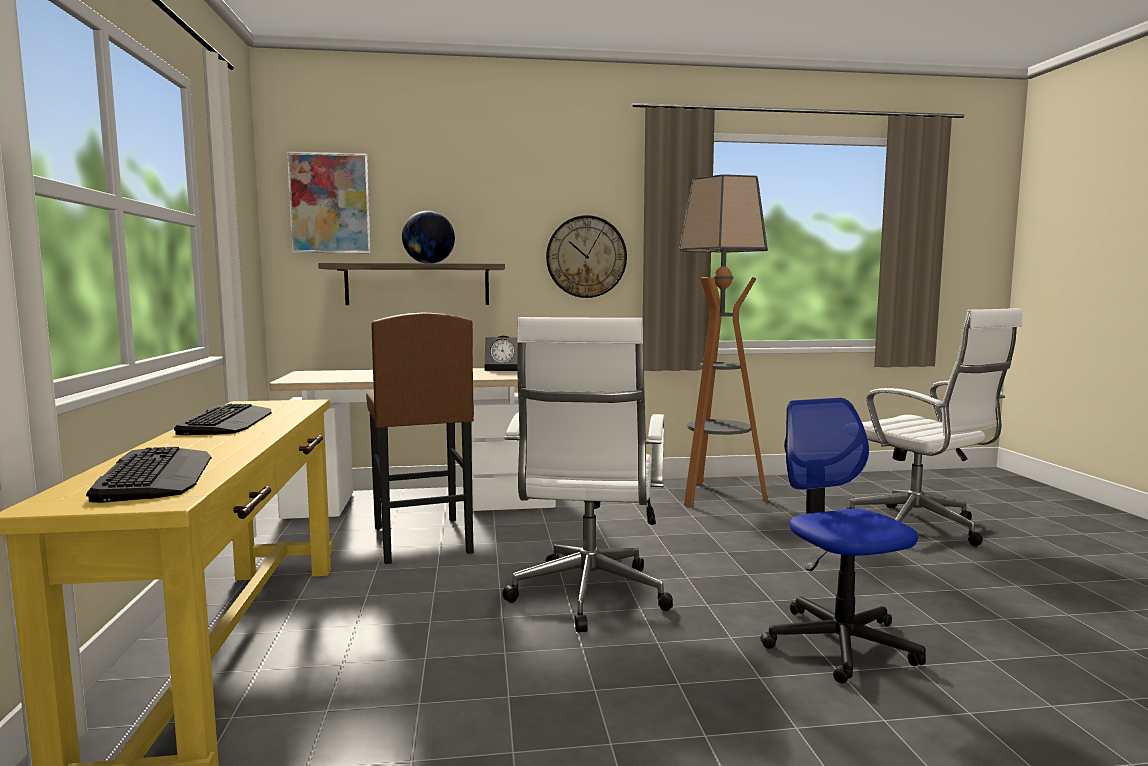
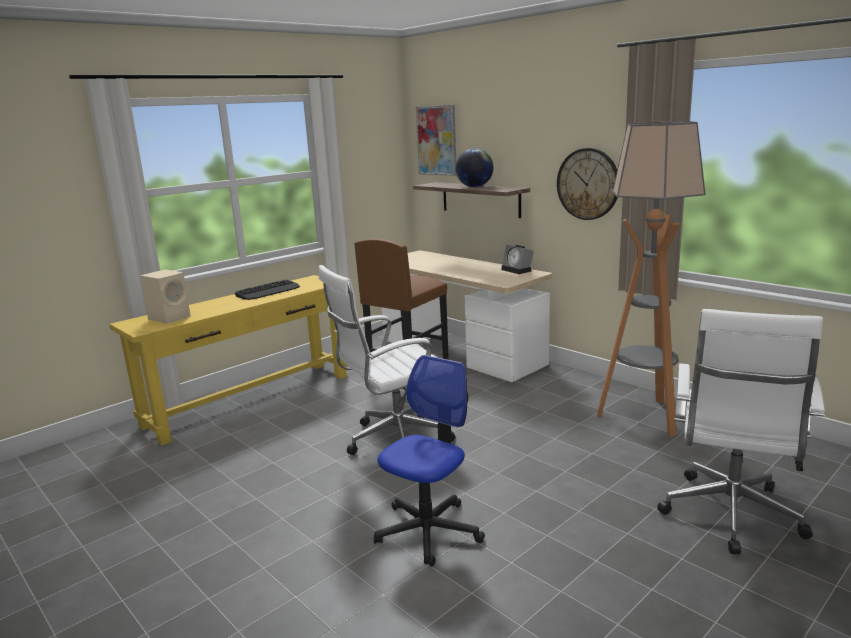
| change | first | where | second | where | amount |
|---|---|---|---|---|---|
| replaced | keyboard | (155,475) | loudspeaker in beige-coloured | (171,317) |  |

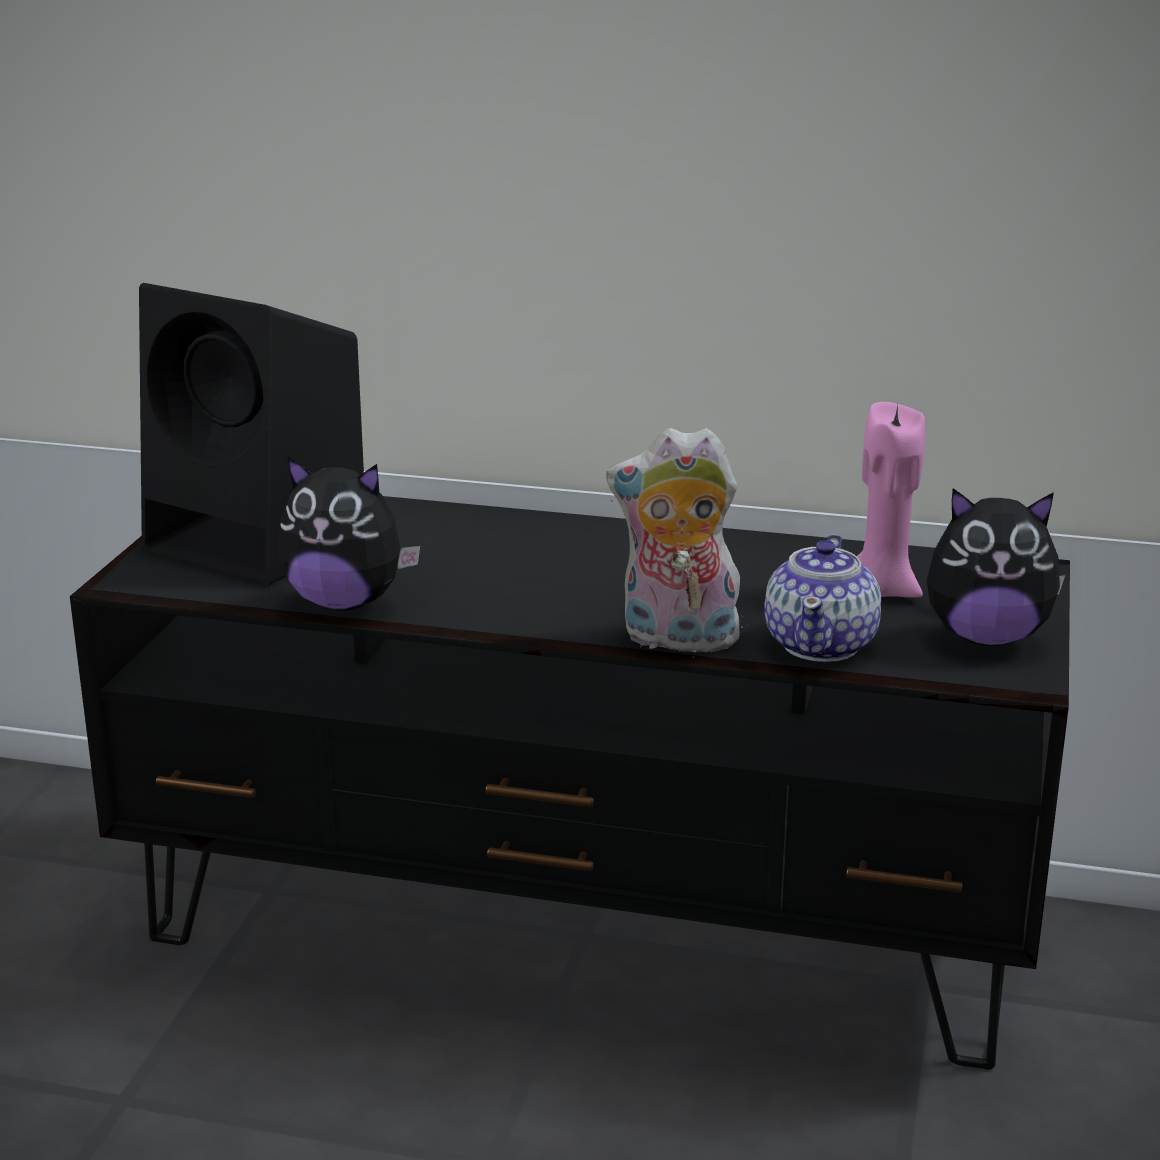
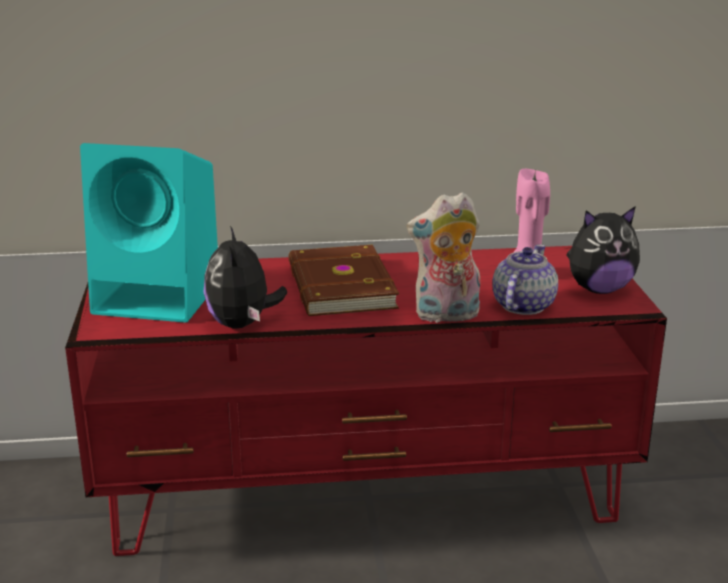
| change | first | where | second | where | amount |
|---|---|---|---|---|---|
| recoloured | tv unit in blackish | (582,930) | tv unit in red | (365,494) |  |
| recoloured | loudspeaker in blackish | (262,543) | loudspeaker in turquoise-coloured | (161,297) |  |
| turned | plush toy | (345,602) |  | (242,324) | 90 degrees clockwise |
| turned | teapot | (822,644) |  | (522,306) | 150 degrees counterclockwise |
| added |  |  | bound book in brown | (338,287) |  |

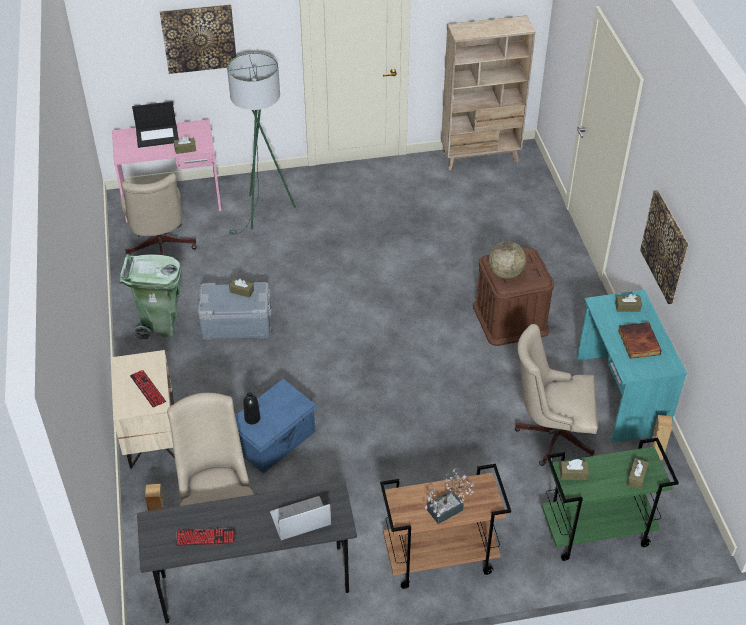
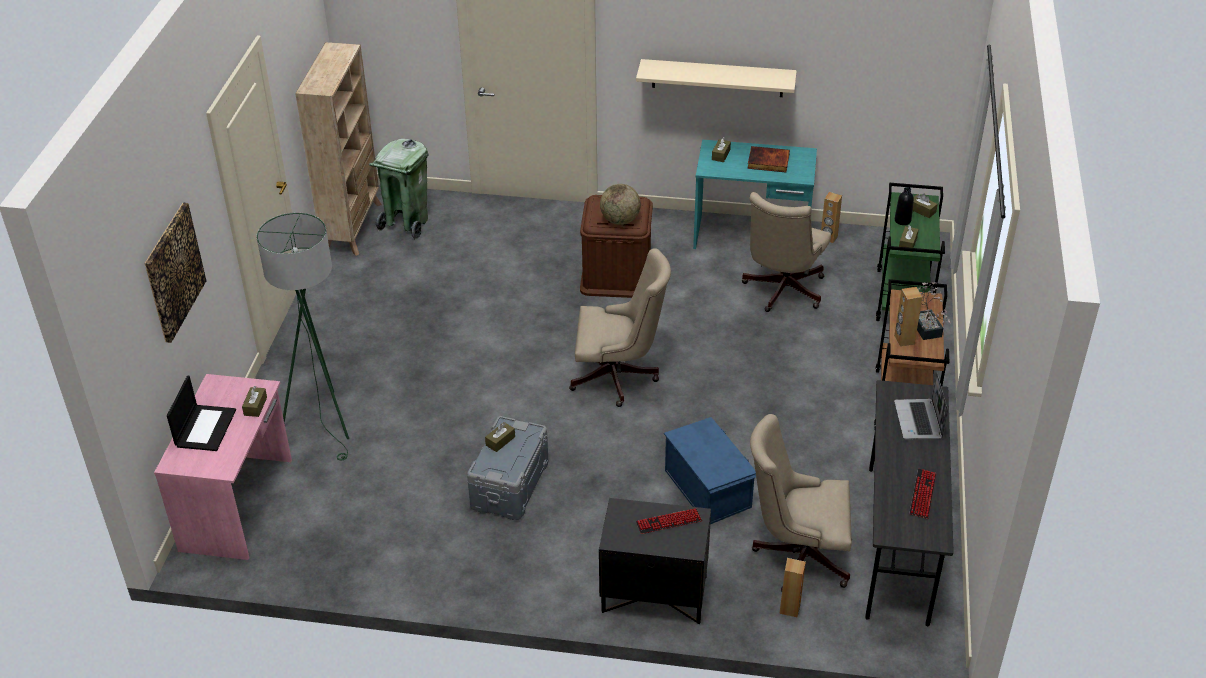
| change | first | where | second | where | amount |
|---|---|---|---|---|---|
| recoloured | nightstand in beige-coloured | (151,434) | nightstand in blackish | (653,595) |  |
| moved | rubbish bin in green-coloured | (160,324) |  | (406,223) |  |
| moved | office chair in beige-coloured | (160,249) |  | (619,377) |  |
| moved | beverage bottle in blackish | (252,418) |  | (902,220) |  |
| replaced | wall picture | (665,246) | wall shelf in beige-coloured | (717,78) |  |
| added |  |  | loudspeaker in brown | (904,339) |  |

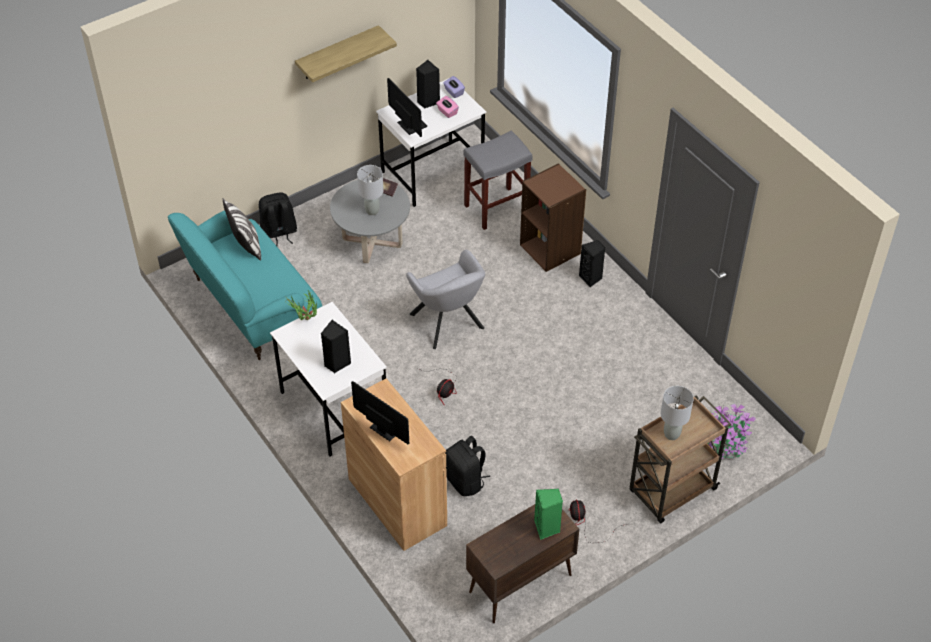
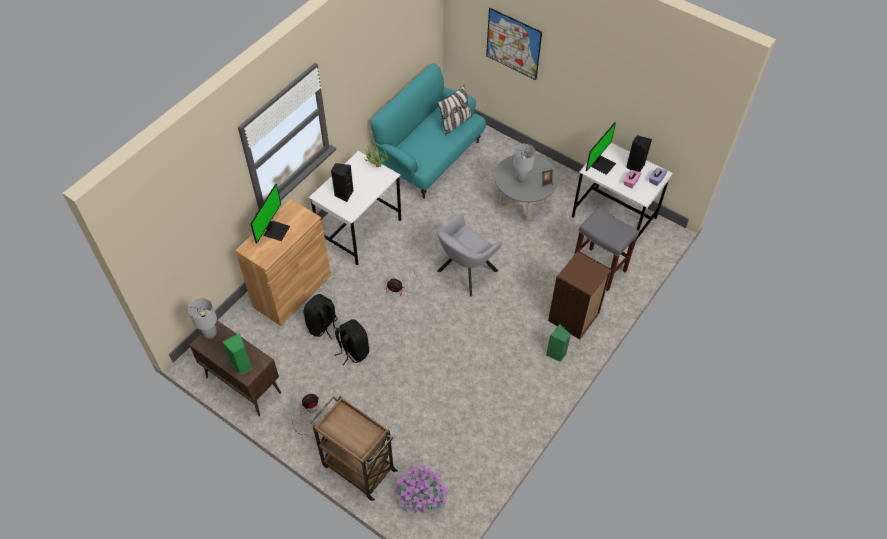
| change | first | where | second | where | amount |
|---|---|---|---|---|---|
| moved | knapsack in blackish | (279,233) |  | (353,351) |  |
| removed | wall shelf | (338,53) |  |  |  |
| recoloured | loudspeaker in blackish | (591,278) | loudspeaker in green-coloured | (556,354) |  |
| moved | table lamp in greyish | (671,435) |  | (210,334) |  |
| added |  |  | wall picture | (513,44) |  |

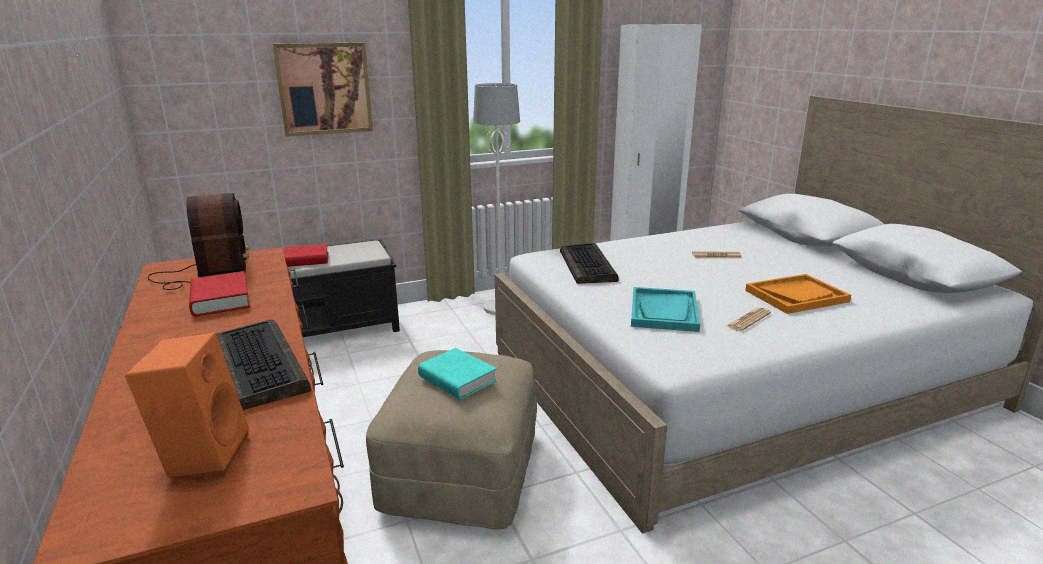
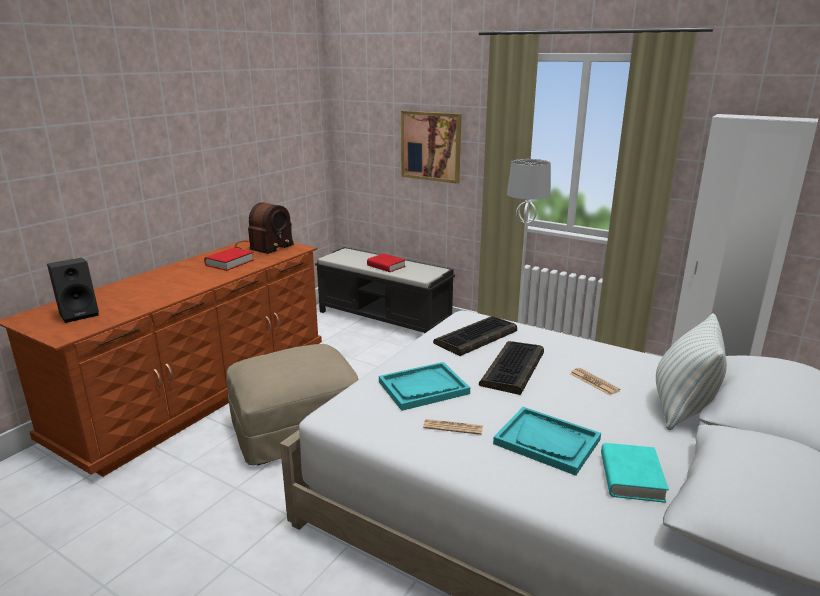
| change | first | where | second | where | amount |
|---|---|---|---|---|---|
| recoloured | loudspeaker in orange-coloured | (202,455) | loudspeaker in blackish | (80,314) |  |
| moved | keyboard | (260,366) |  | (513,369) |  |
| moved | bound book in turquoise-coloured | (457,379) |  | (631,477) |  |
| recoloured | tray in orange-coloured | (796,296) | tray in turquoise-coloured | (547,442) |  |
| added |  |  | cushion | (682,408) |  |

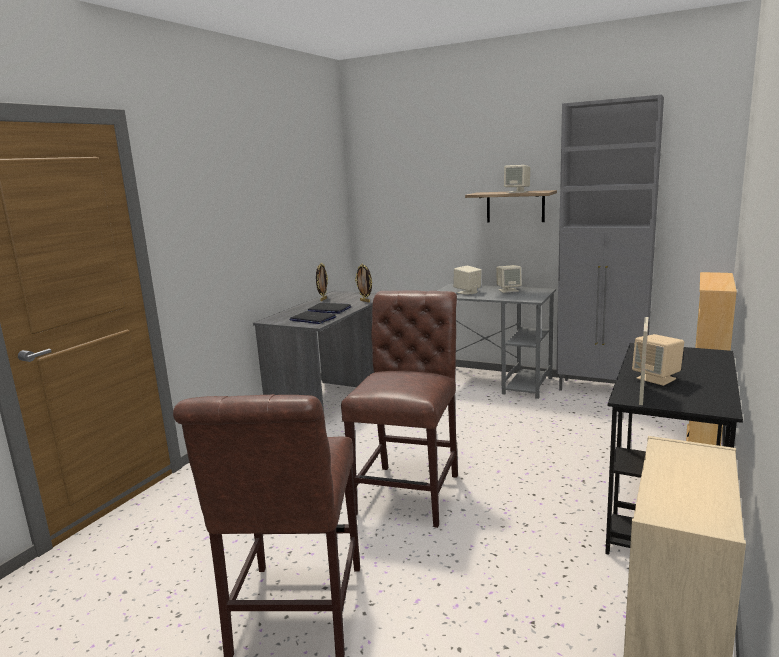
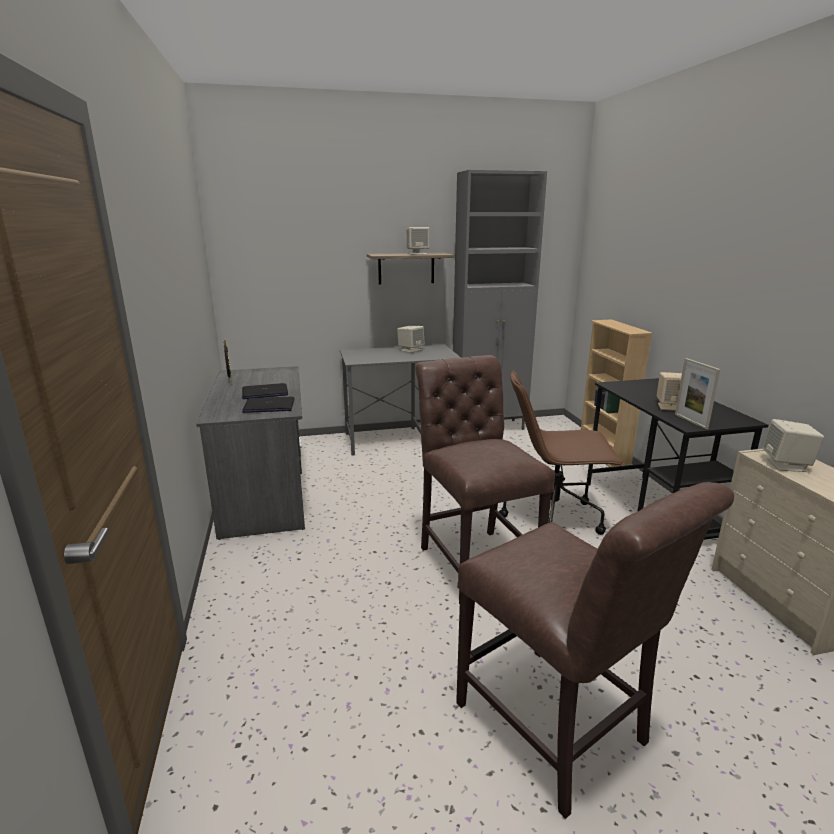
| change | first | where | second | where | amount |
|---|---|---|---|---|---|
| removed | standing frame | (365,301) |  |  |  |
| moved | loudspeaker in beige-coloured | (467,292) |  | (786,465) |  |
| added |  |  | office chair in brown | (554,517) |  |

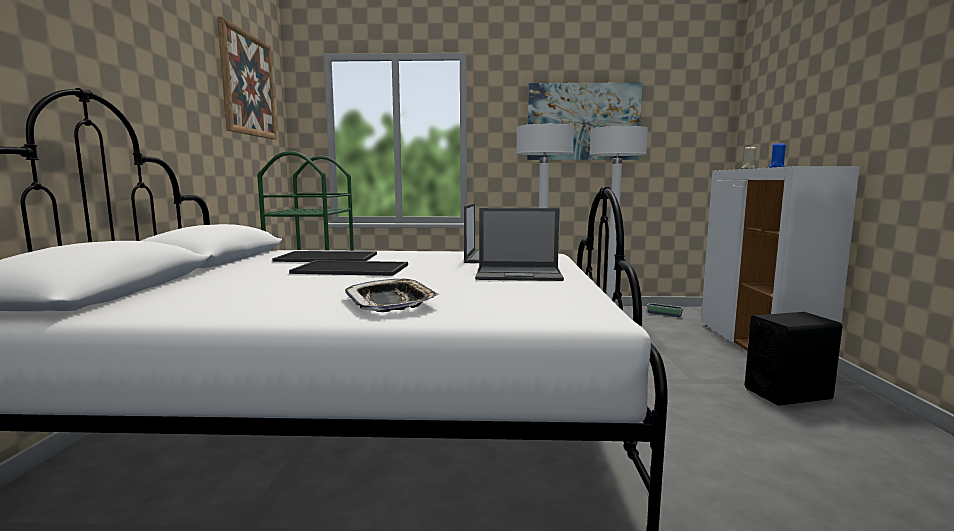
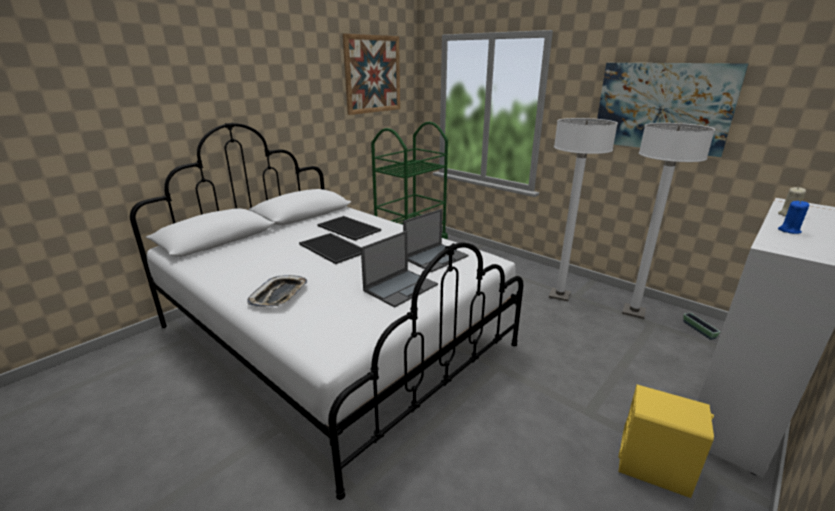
| change | first | where | second | where | amount |
|---|---|---|---|---|---|
| turned | portable computer | (520,274) |  | (401,287) | 90 degrees counterclockwise |
| recoloured | loudspeaker in blackish | (787,393) | loudspeaker in yellow | (654,468) |  |

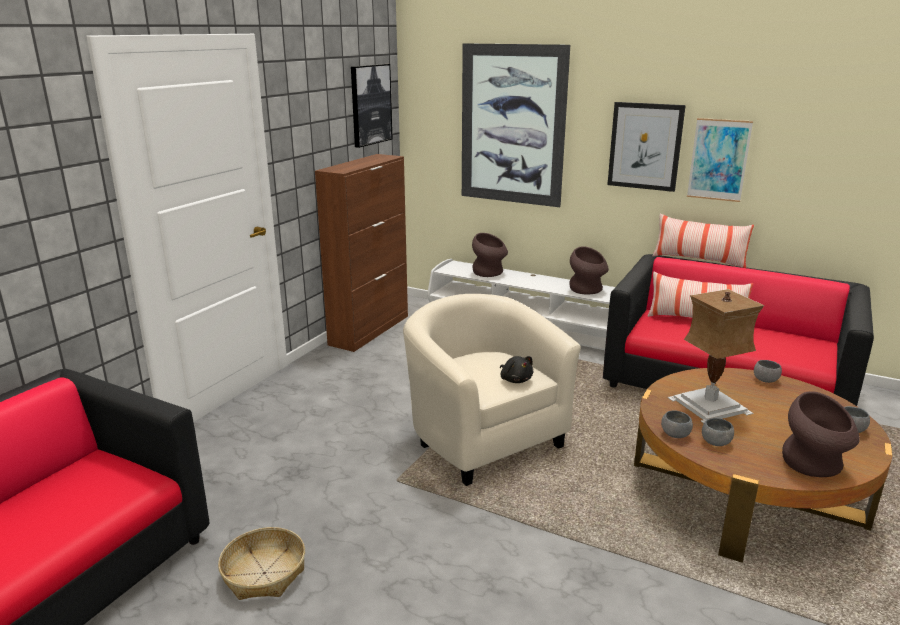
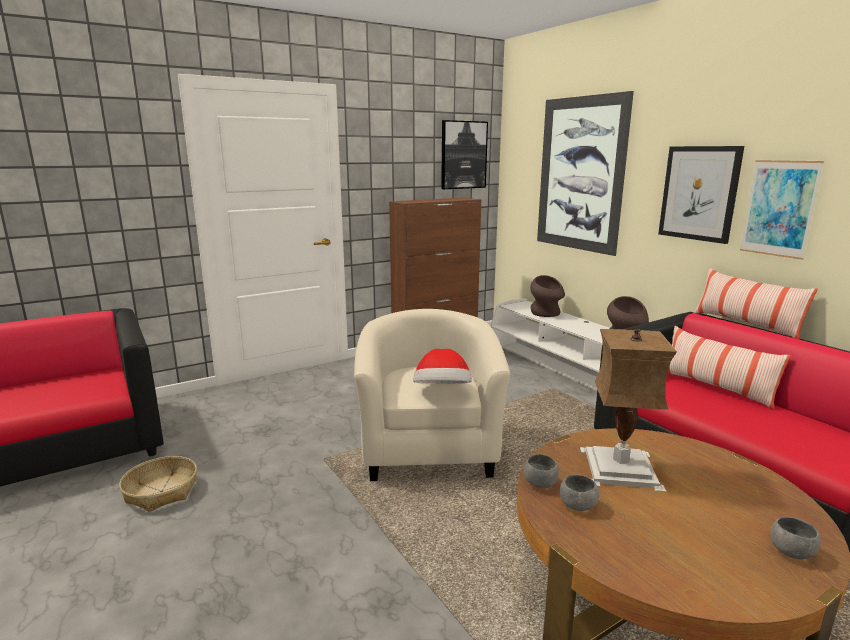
| change | first | where | second | where | amount |
|---|---|---|---|---|---|
| replaced | plush toy in blackish | (515,380) | clothing hat | (442,393) |  |
| removed | serving bowl in greyish | (765,380) |  |  |  |
| removed | vase in brown | (813,466) |  |  |  |

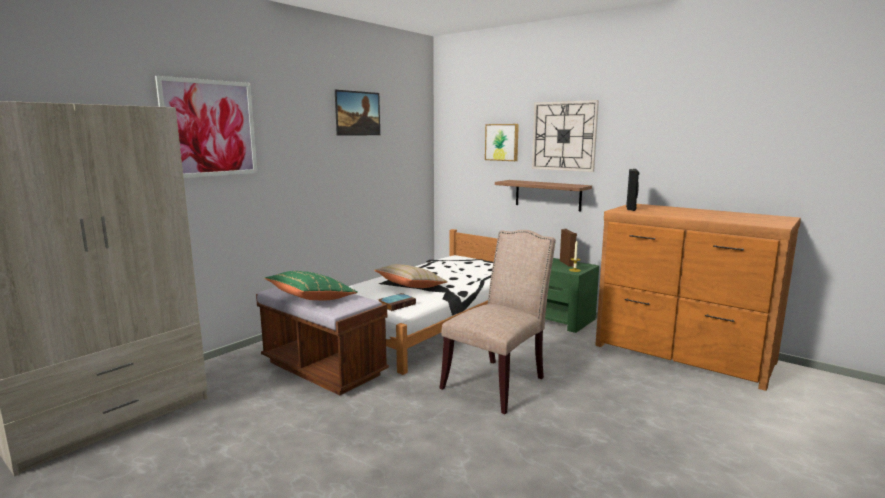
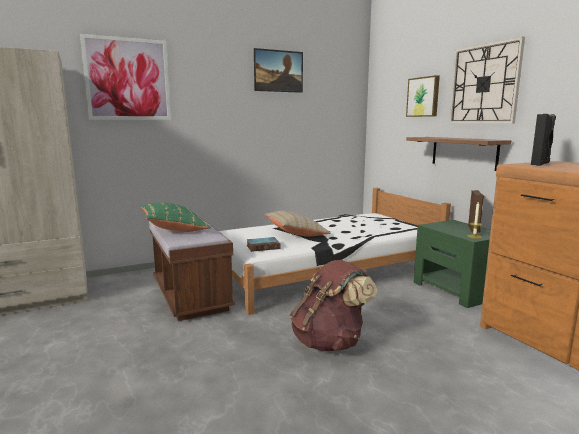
| change | first | where | second | where | amount |
|---|---|---|---|---|---|
| replaced | chair in beige-coloured | (498,382) | knapsack in brown | (330,342) |  |

